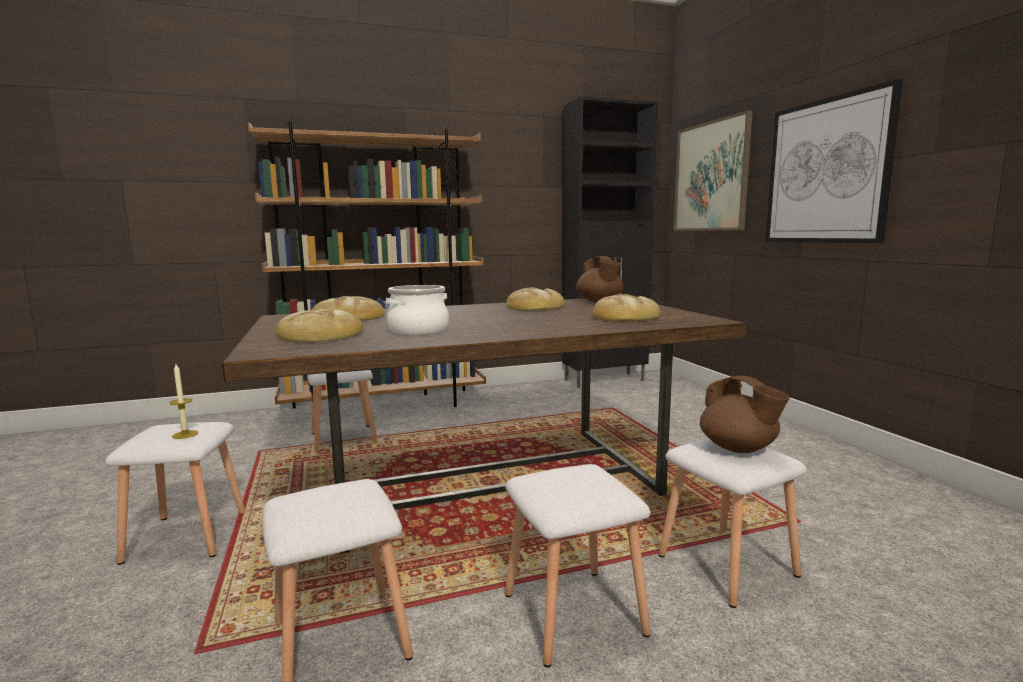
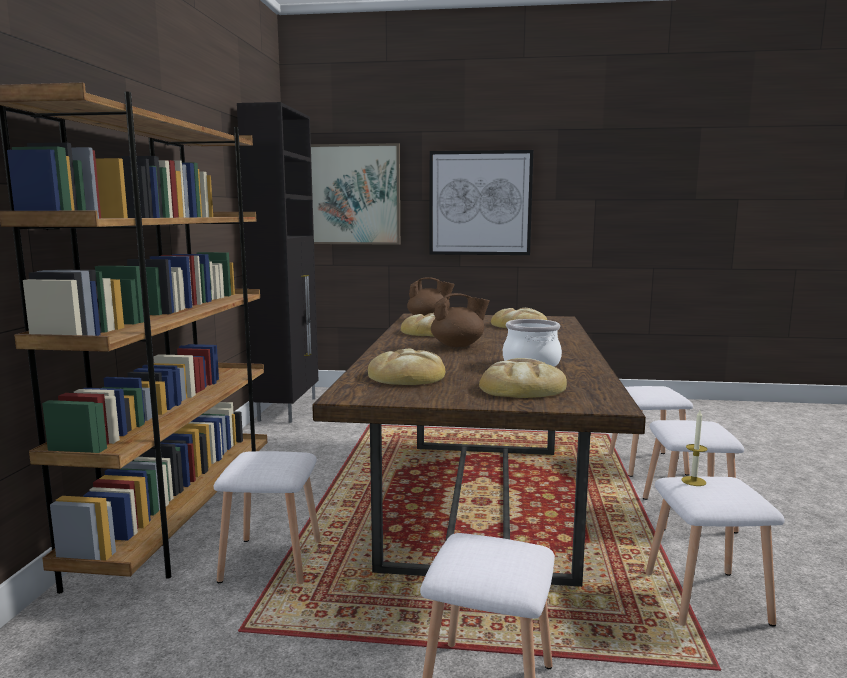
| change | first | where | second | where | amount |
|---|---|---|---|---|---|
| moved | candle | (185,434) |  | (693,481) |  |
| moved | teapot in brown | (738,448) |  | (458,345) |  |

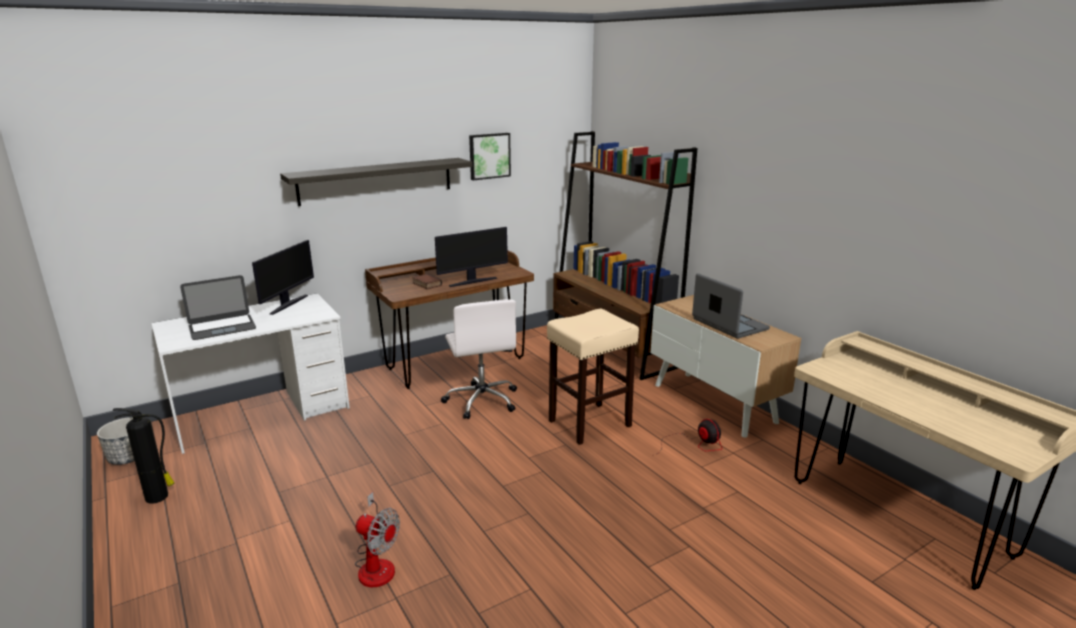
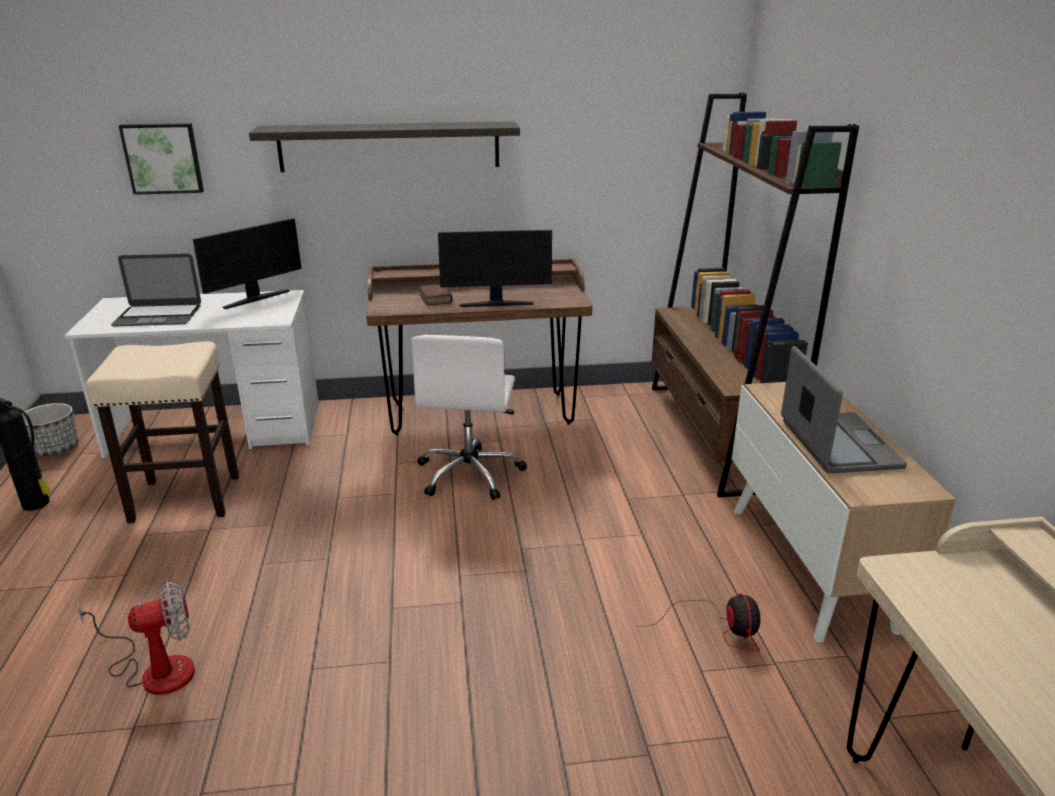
| change | first | where | second | where | amount |
|---|---|---|---|---|---|
| turned | fan | (376,564) |  | (155,669) | 75 degrees counterclockwise |
| moved | wall picture | (489,156) |  | (163,158) |  |
| moved | sitting stool in beige-coloured | (589,424) |  | (184,499) |  |

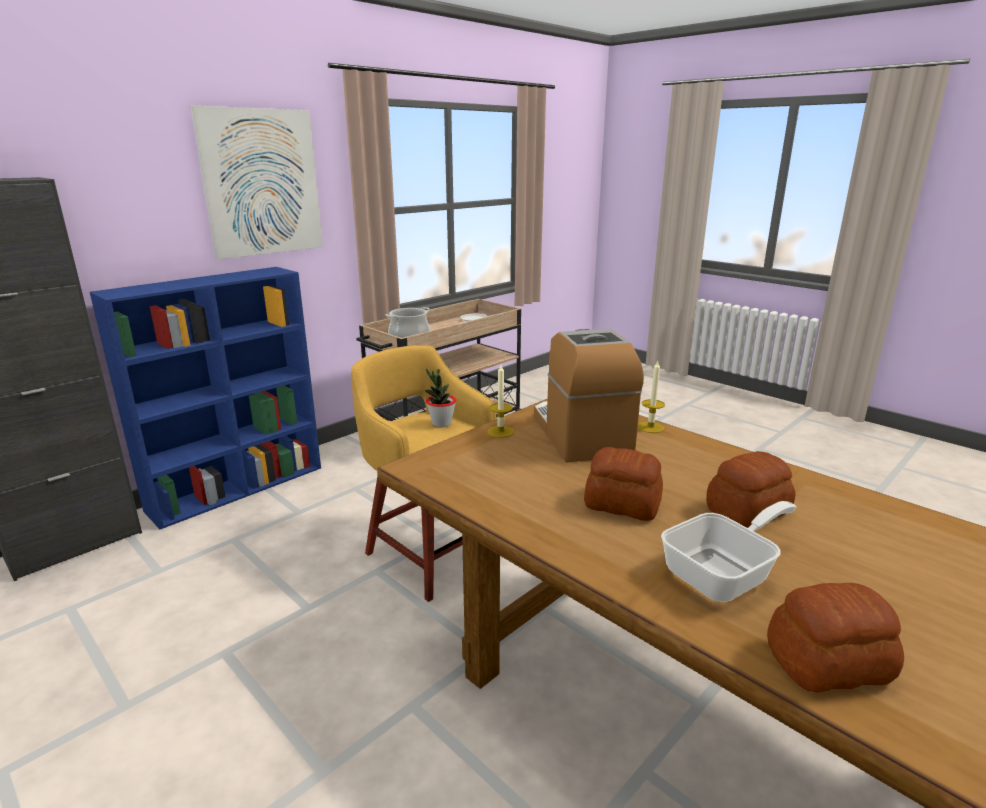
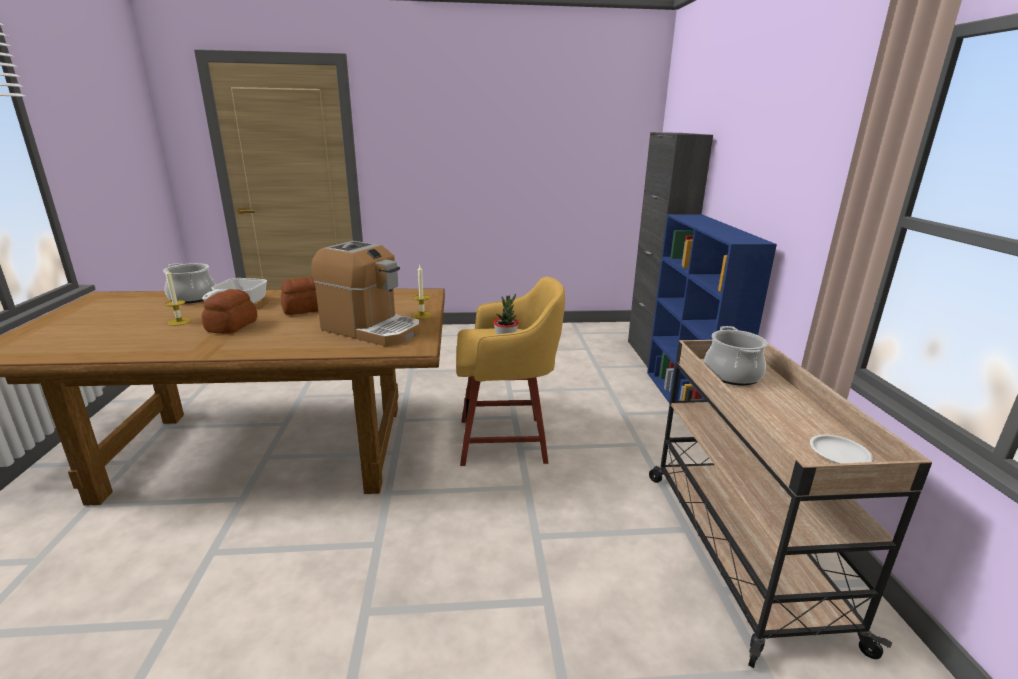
| change | first | where | second | where | amount |
|---|---|---|---|---|---|
| removed | wall picture | (262,183) |  |  |  |
| moved | candle | (650,427) |  | (179,322) |  |
| replaced | baked bread | (830,664) | saucepot | (192,298) |  |

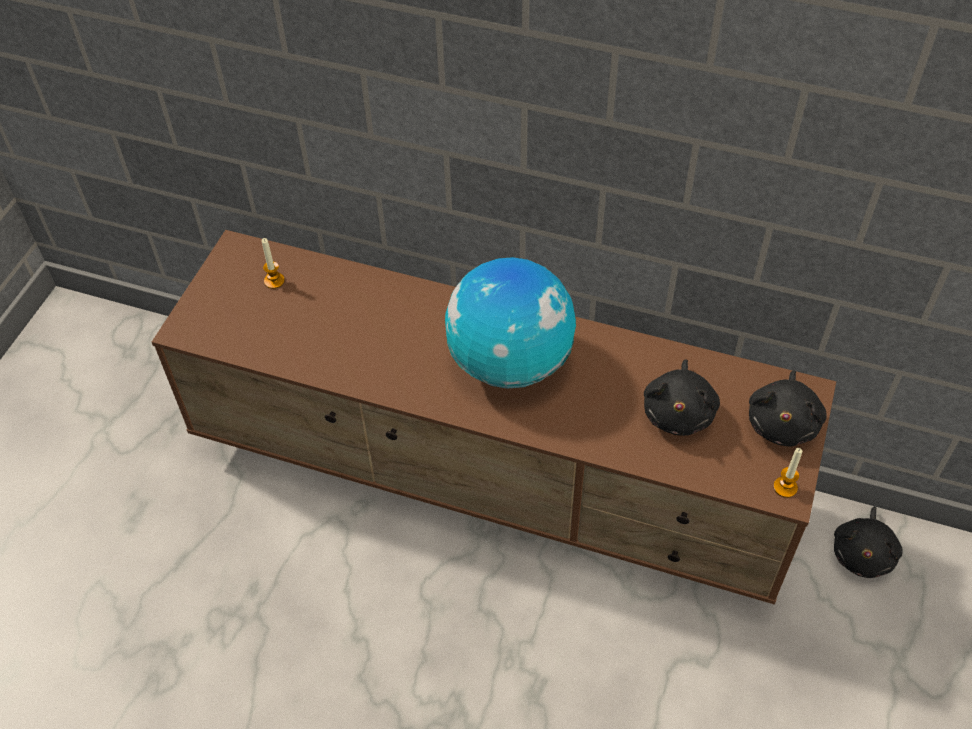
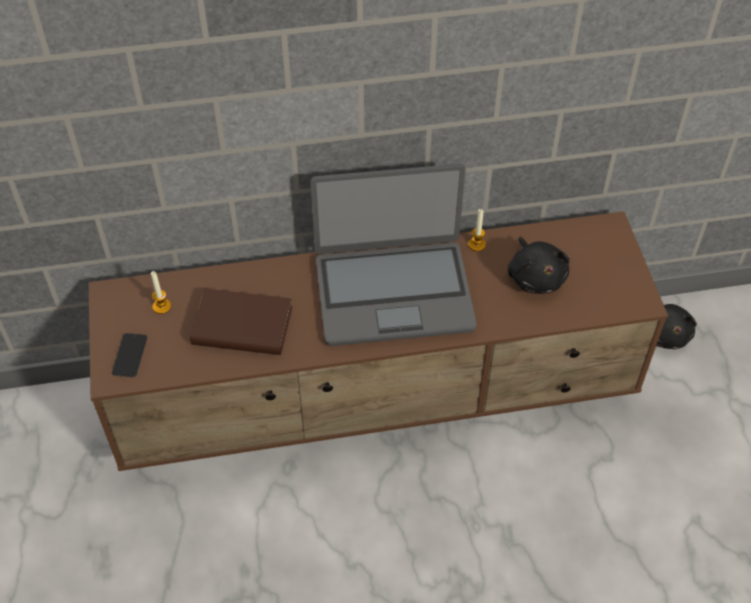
| change | first | where | second | where | amount |
|---|---|---|---|---|---|
| replaced | world globe | (510,363) | portable computer | (393,292) |  |
| removed | plush toy in blackish | (783,422) |  |  |  |
| moved | candle | (785,487) |  | (476,244) |  |
| added |  |  | telephone | (130,355) |  |
| added |  |  | bound book in brown | (242,326) |  |

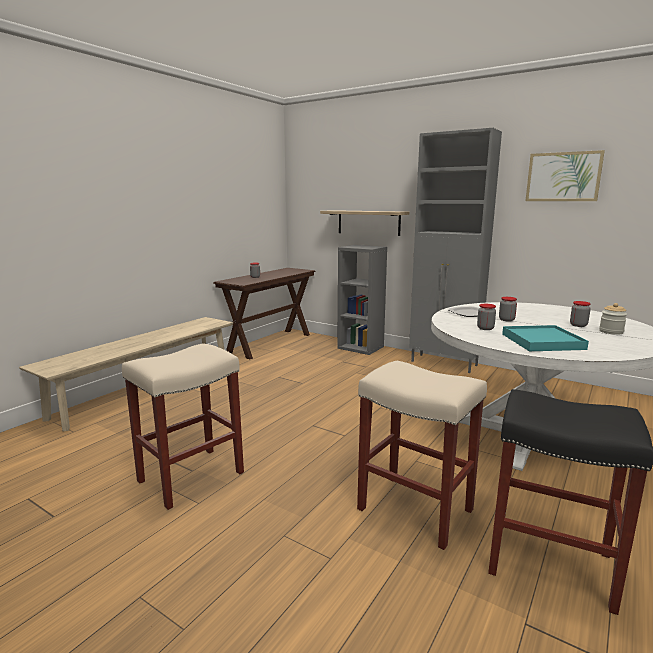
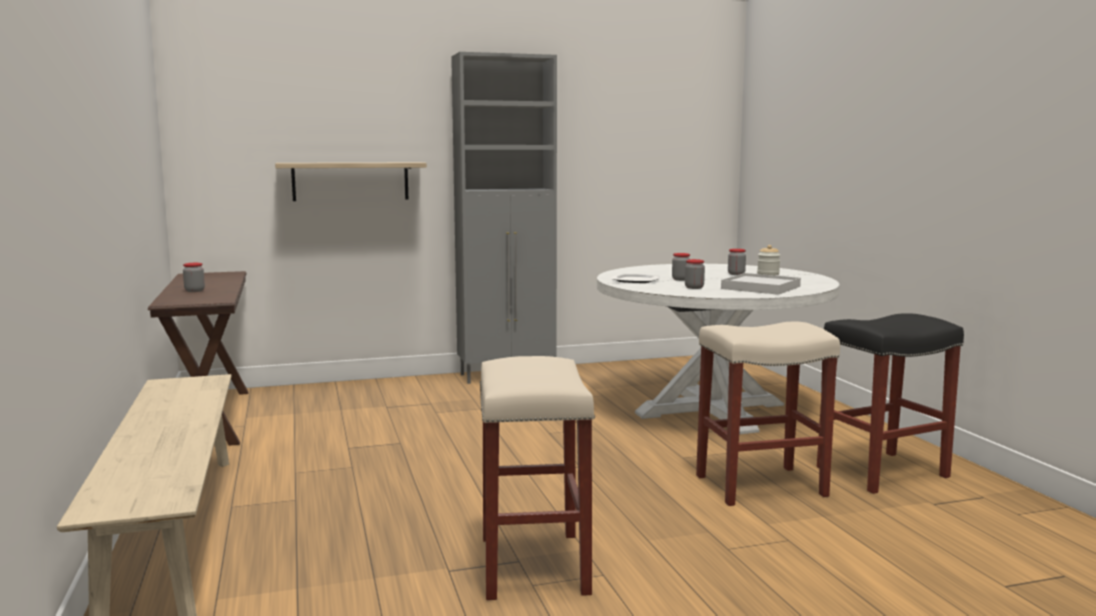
| change | first | where | second | where | amount |
|---|---|---|---|---|---|
| removed | bookshelf in greyish | (361,347) |  |  |  |
| recoloured | tray in turquoise-coloured | (542,341) | tray in whitish | (761,287) |  |
| removed | wall picture | (563,177) |  |  |  |

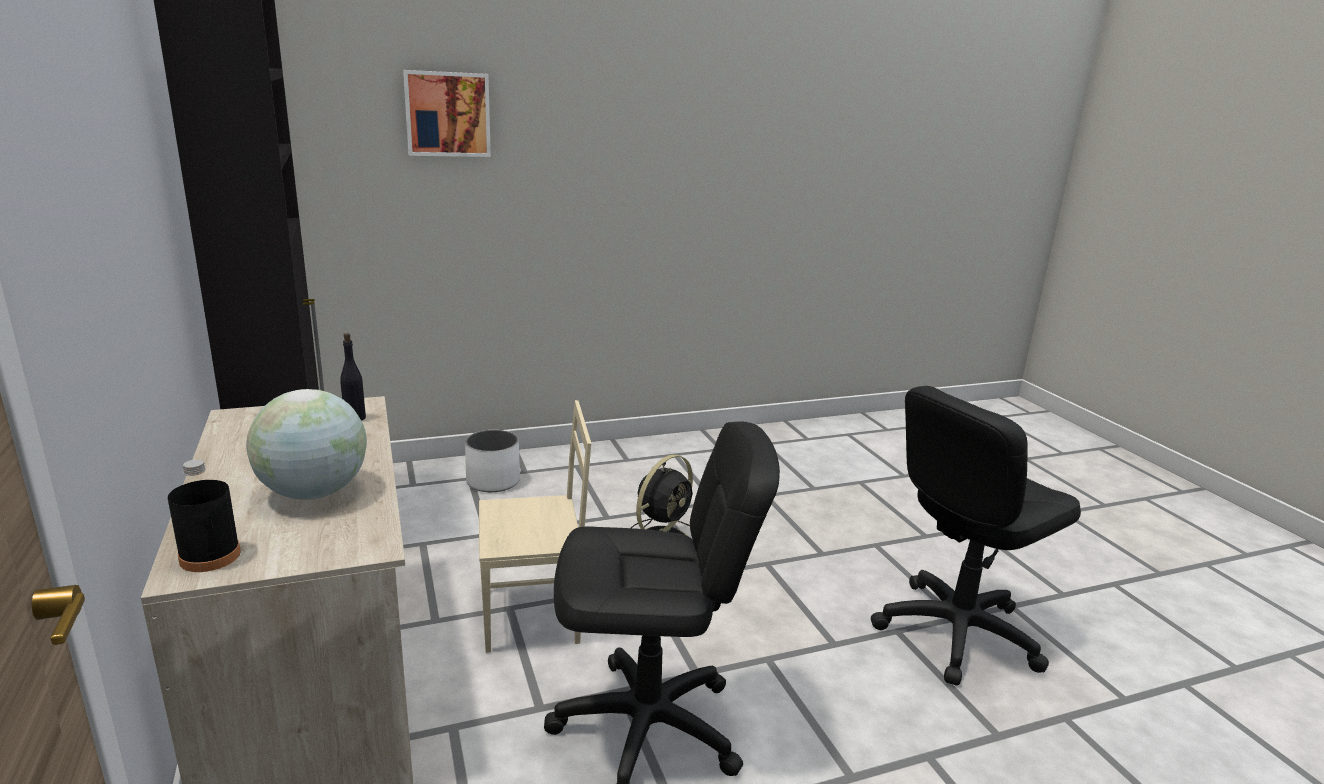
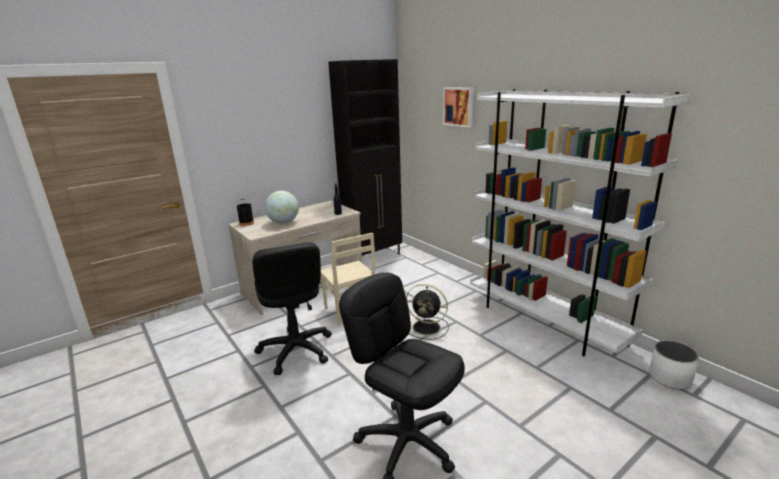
| change | first | where | second | where | amount |
|---|---|---|---|---|---|
| moved | flower pot in whitish | (493,481) |  | (670,378) |  |
| added |  |  | bookshelf in whitish | (545,321) |  |

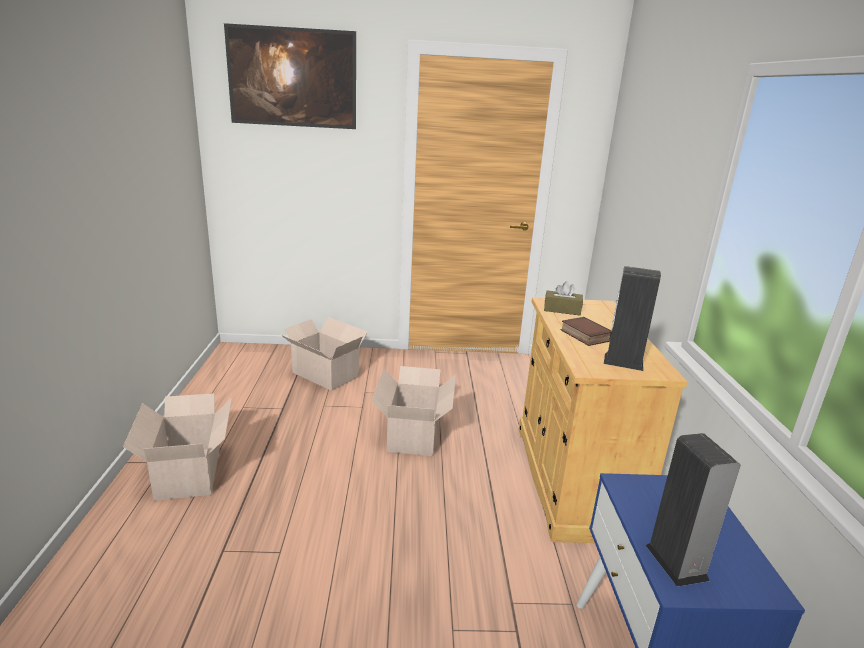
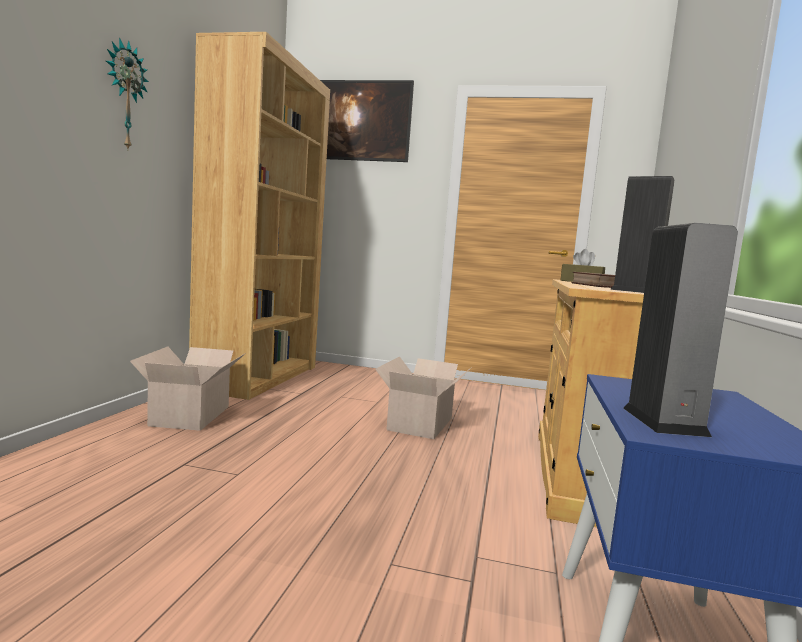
| change | first | where | second | where | amount |
|---|---|---|---|---|---|
| removed | carton | (324,374) |  |  |  |
| added |  |  | wall clock | (124,96) |  |
| added |  |  | bookshelf in brown | (259,377) |  |

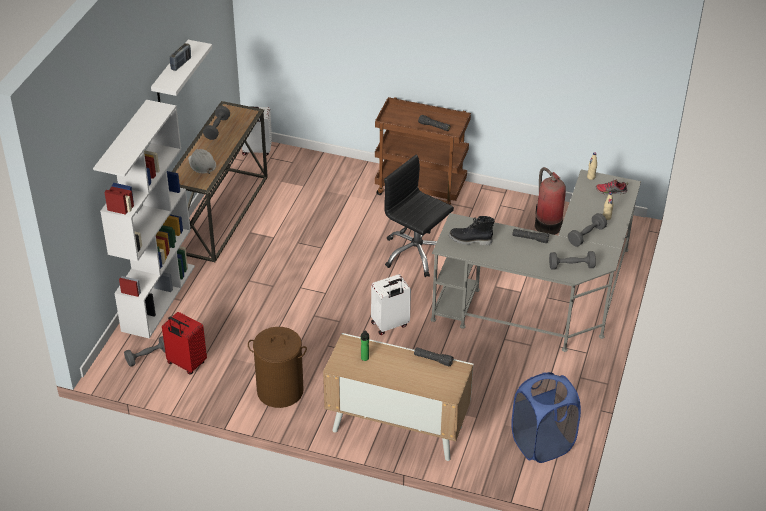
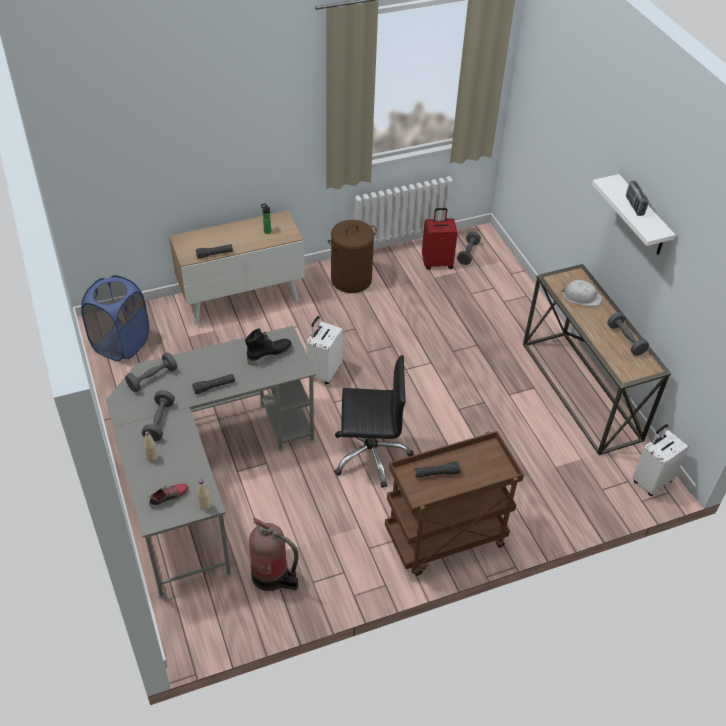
| change | first | where | second | where | amount |
|---|---|---|---|---|---|
| removed | bookshelf in whitish | (158,297) |  |  |  |

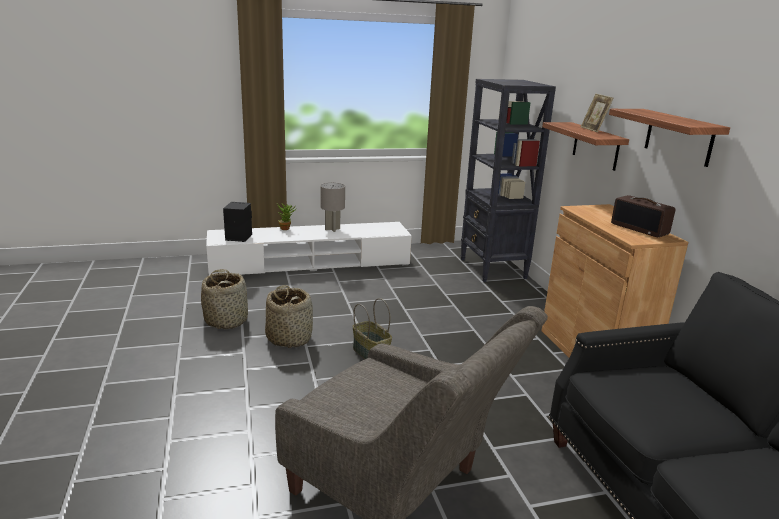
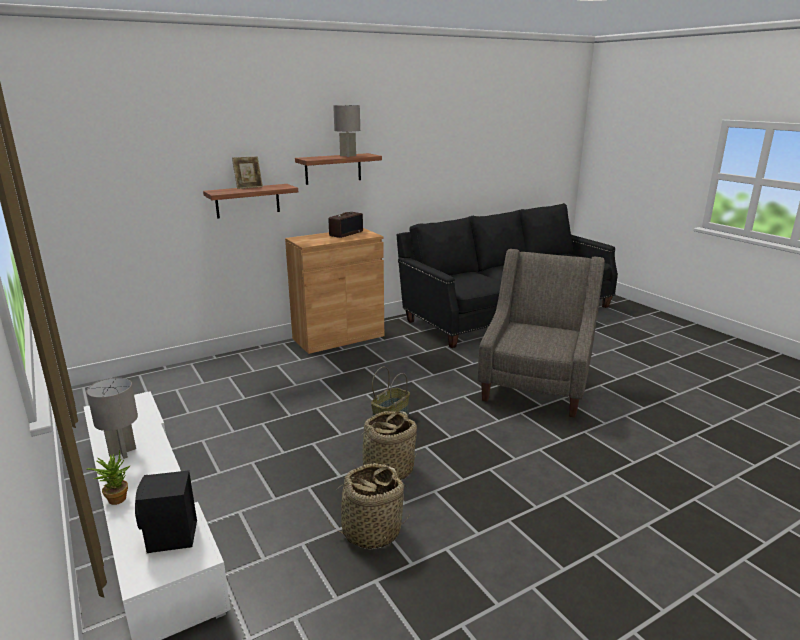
| change | first | where | second | where | amount |
|---|---|---|---|---|---|
| removed | bookshelf in blackish | (493,269) |  |  |  |
| added |  |  | table lamp in greyish | (348,156) |  |

